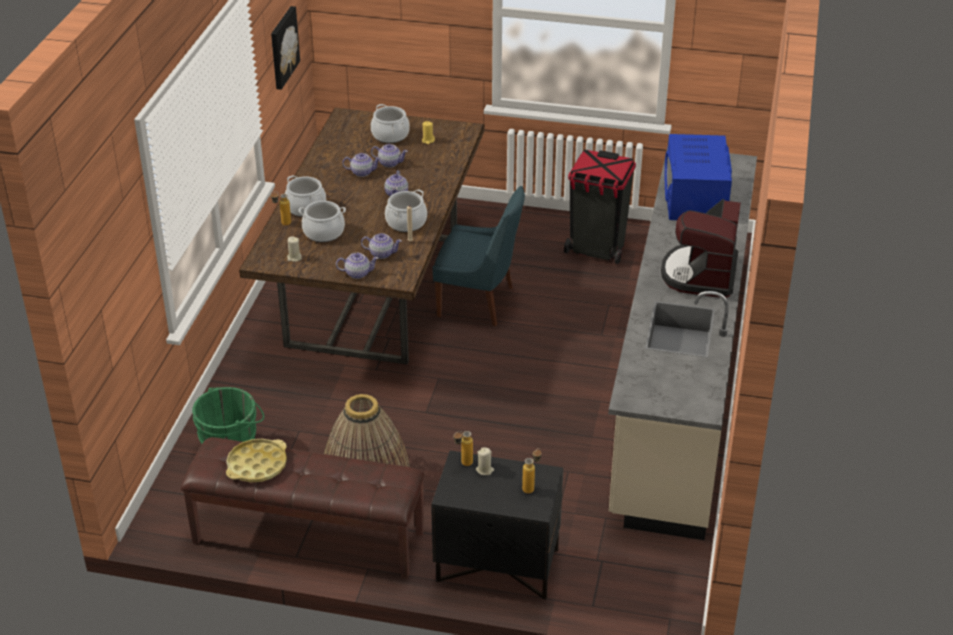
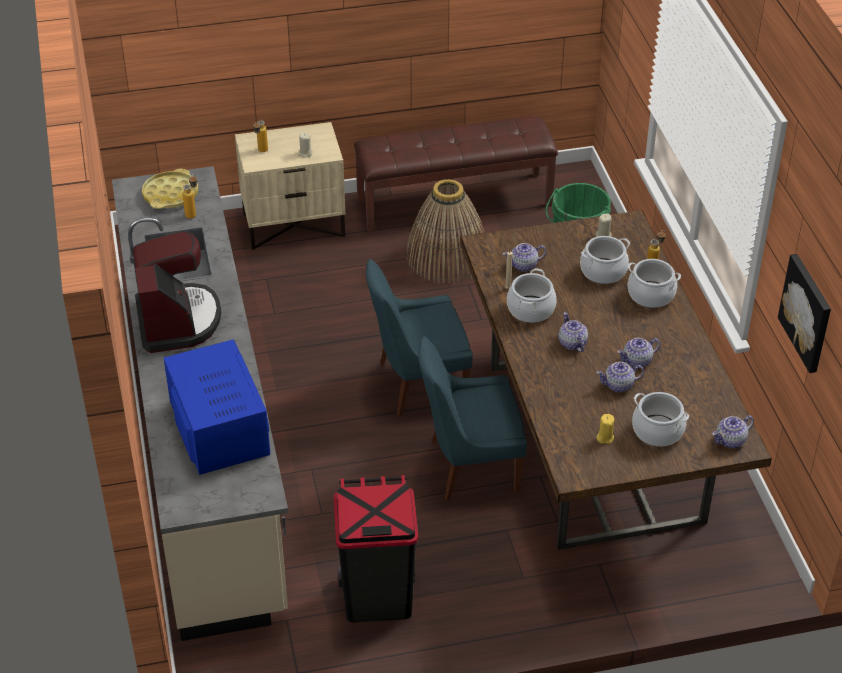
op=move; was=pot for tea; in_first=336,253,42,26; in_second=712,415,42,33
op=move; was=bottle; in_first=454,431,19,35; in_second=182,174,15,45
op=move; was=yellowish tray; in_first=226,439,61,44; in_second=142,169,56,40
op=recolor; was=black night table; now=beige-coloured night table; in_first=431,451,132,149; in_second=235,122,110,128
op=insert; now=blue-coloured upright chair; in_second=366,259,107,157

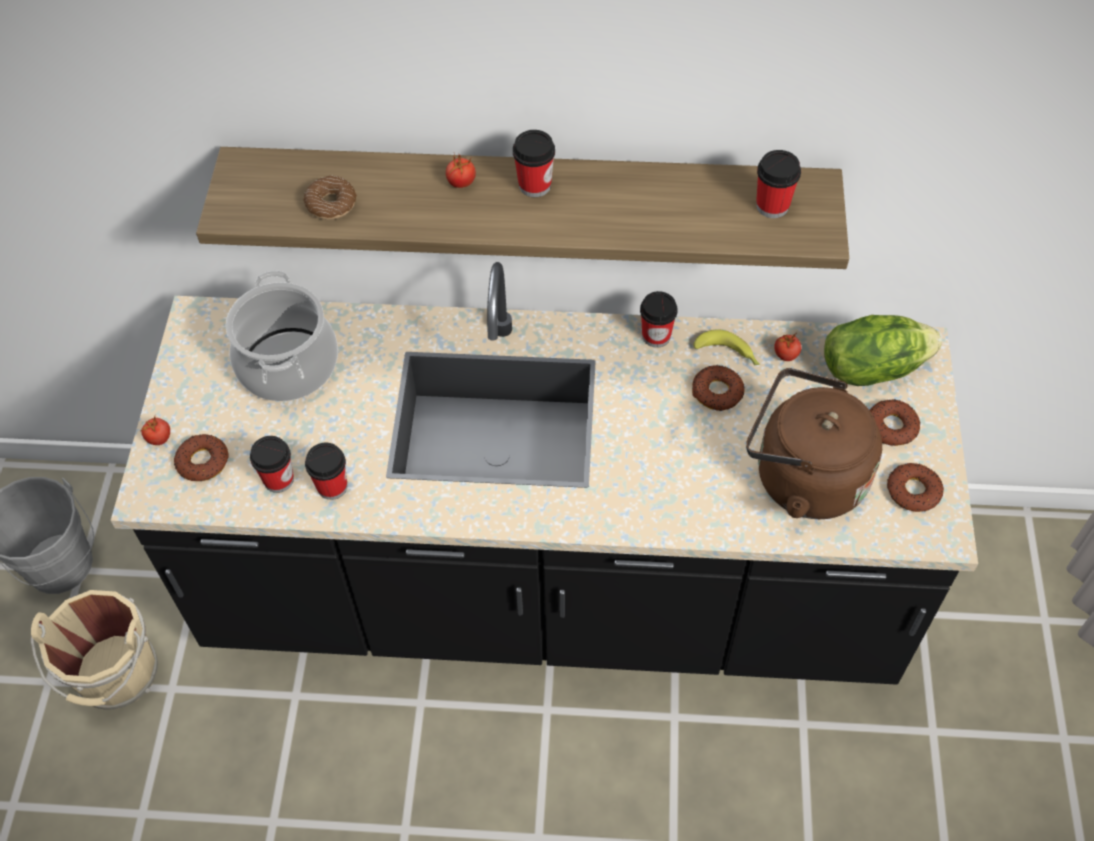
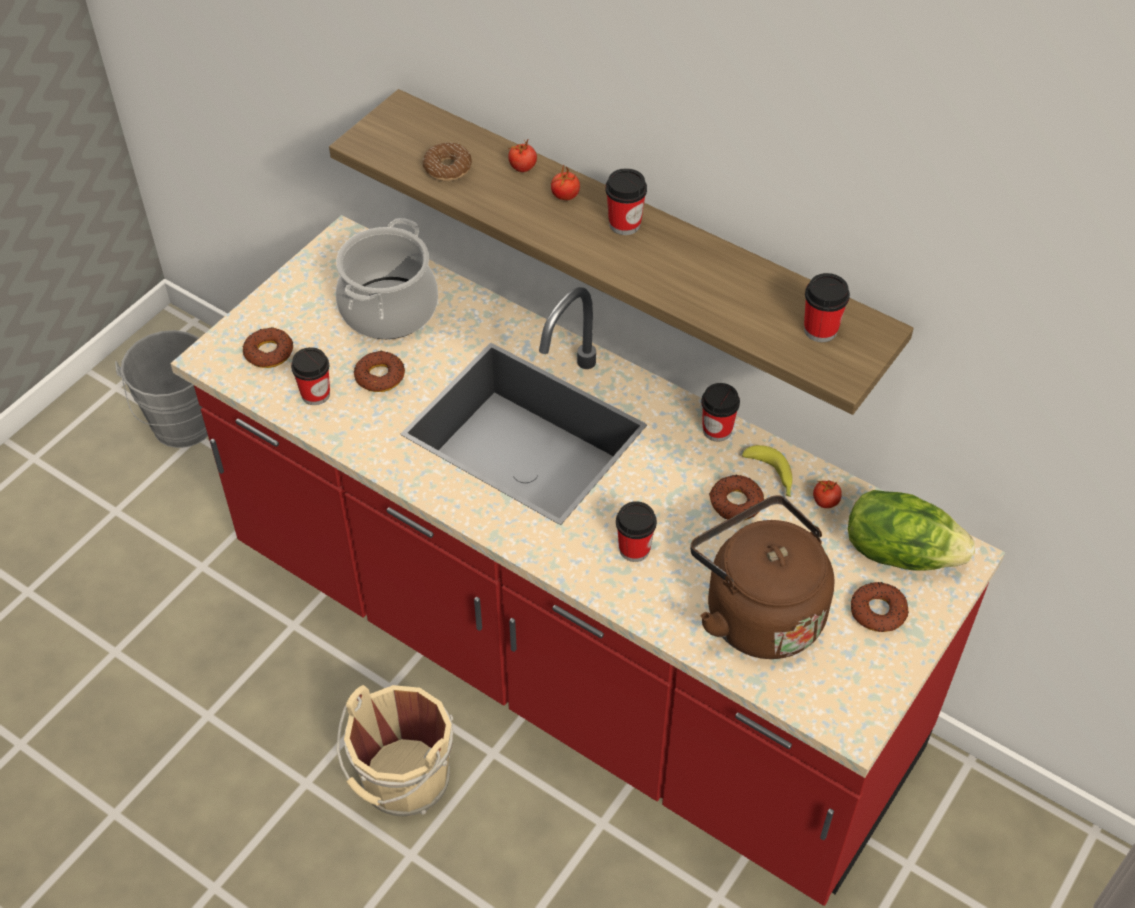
op=recolor; was=black kitchen base unit; now=reddish kitchen base unit; in_first=111,262,867,423; in_second=170,215,835,691
op=move; was=whole tomato; in_first=141,416,29,29; in_second=508,138,29,34
op=move; was=small cup; in_first=305,442,42,58; in_second=616,501,41,61
op=move; was=doughnut; in_first=887,463,57,49; in_second=353,351,52,41
op=move; was=beige-coloured pail; in_first=31,590,127,119; in_second=336,685,117,132

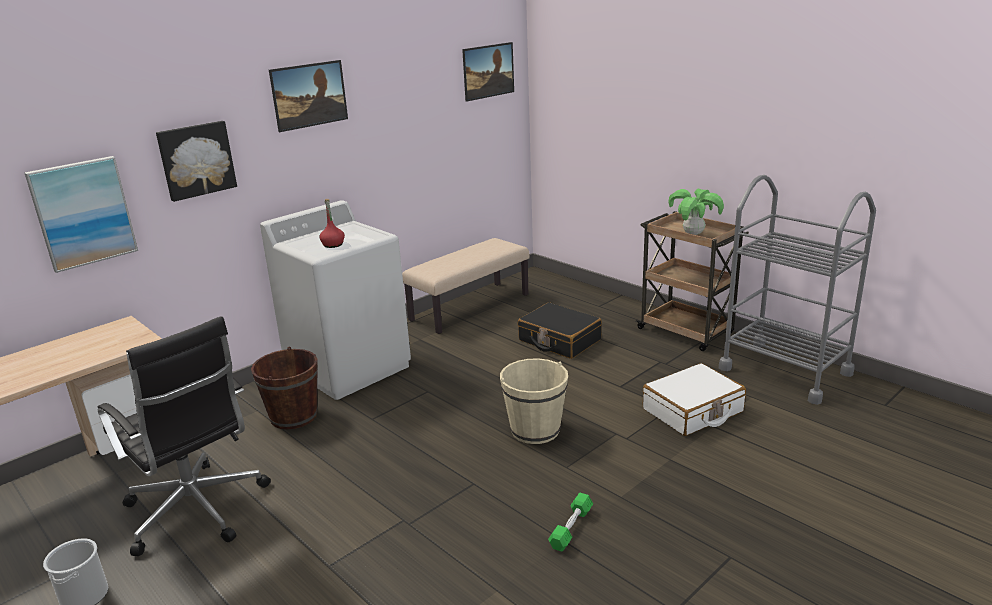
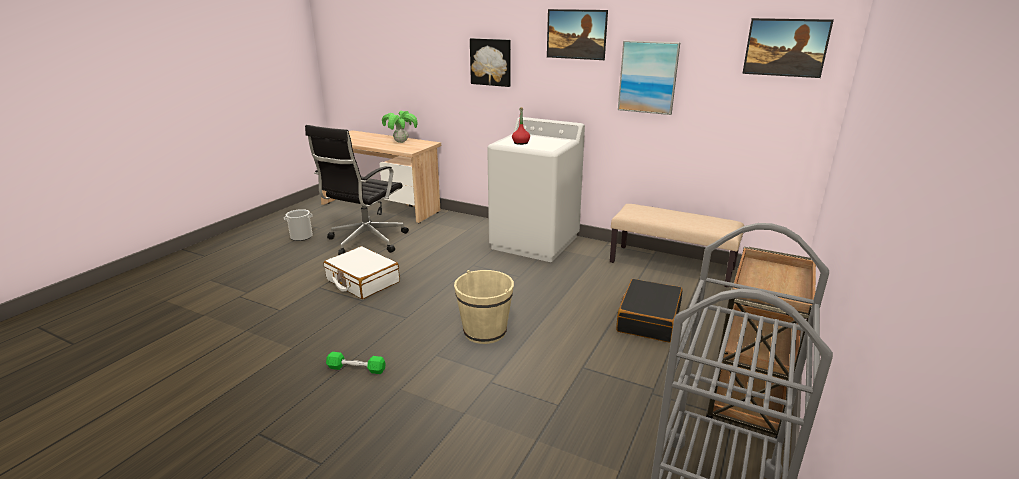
op=move; was=picture; in_first=25,156,113,117; in_second=618,41,62,74
op=move; was=houseplant; in_first=668,188,56,47; in_second=382,111,36,32
op=delete; was=brown pail; in_first=251,346,67,83
op=move; was=whitish suitcase; in_first=643,363,103,73; in_second=324,246,76,53

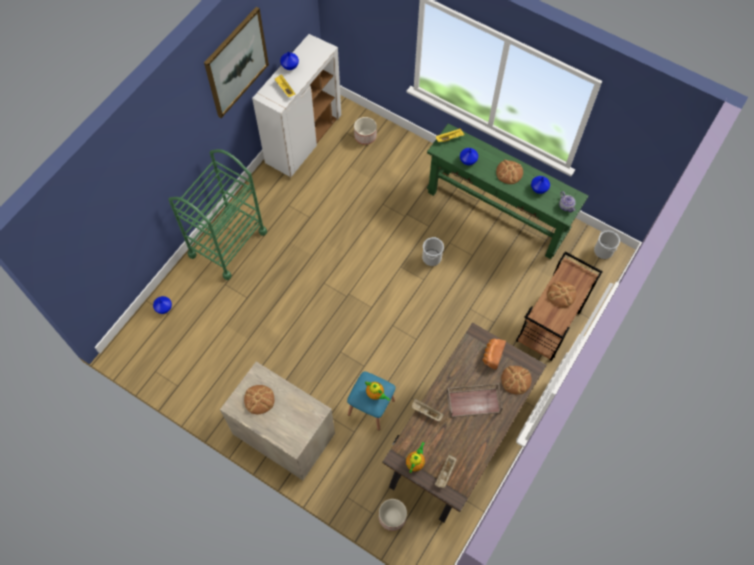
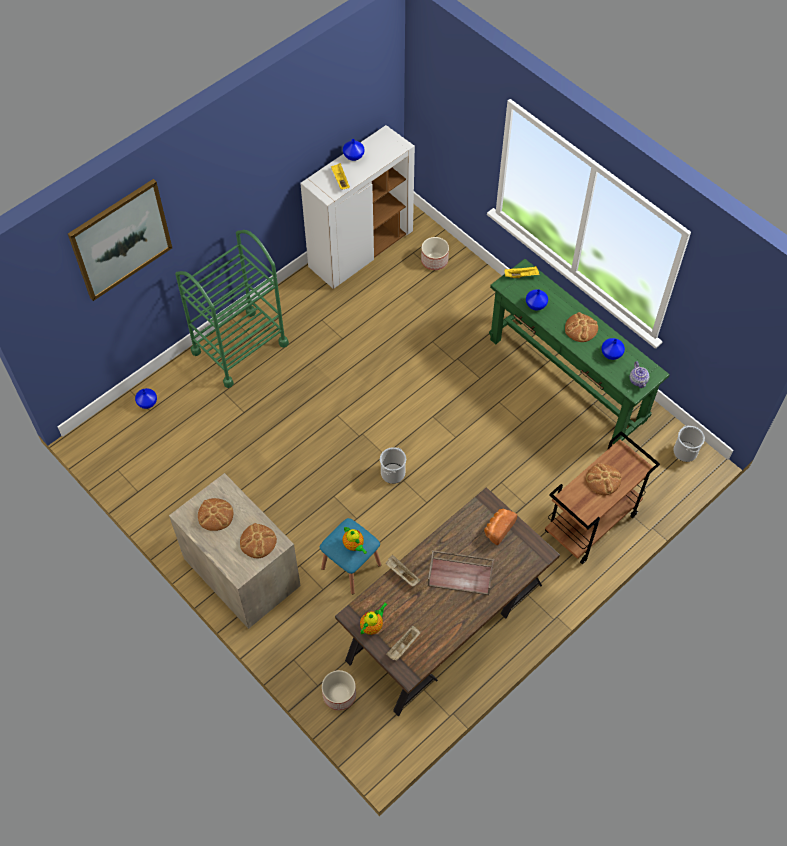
op=move; was=picture; in_first=204,7,65,111; in_second=68,179,104,122
op=move; was=pail; in_first=422,237,22,29; in_second=380,447,26,37
op=move; was=baked bread; in_first=501,366,31,29; in_second=240,523,37,36

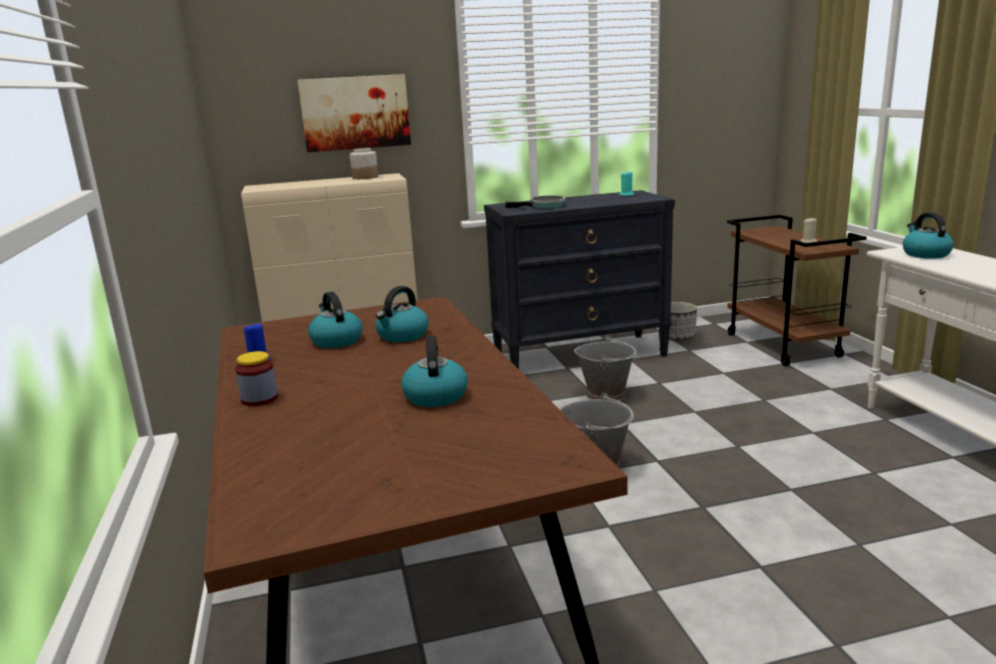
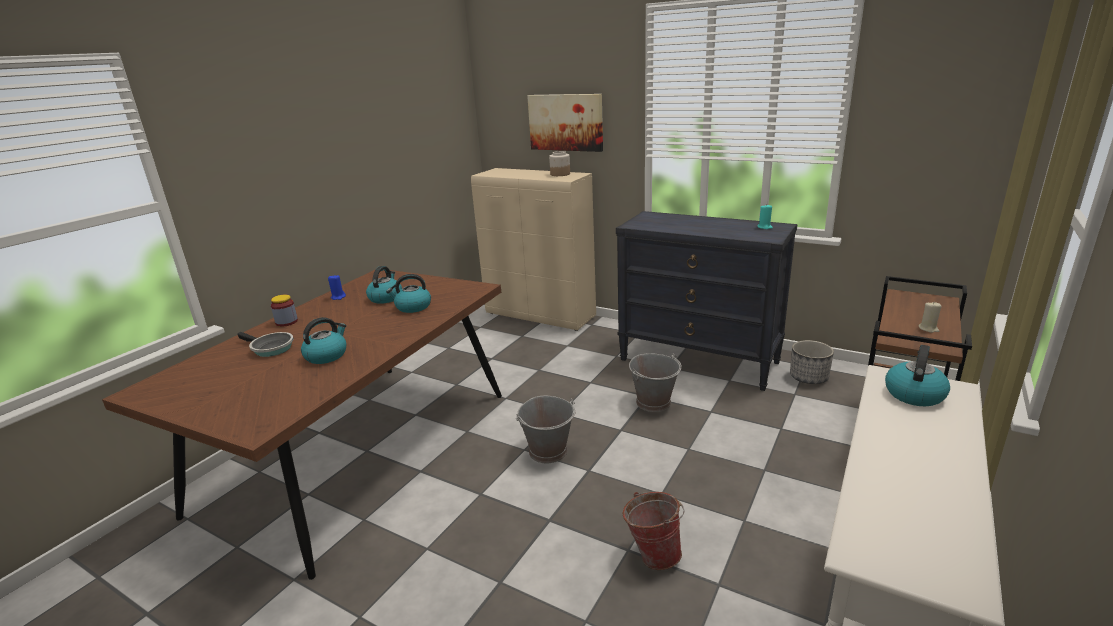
op=move; was=skillet; in_first=505,195,60,14; in_second=237,332,57,25
op=insert; now=pail; in_second=623,492,61,78

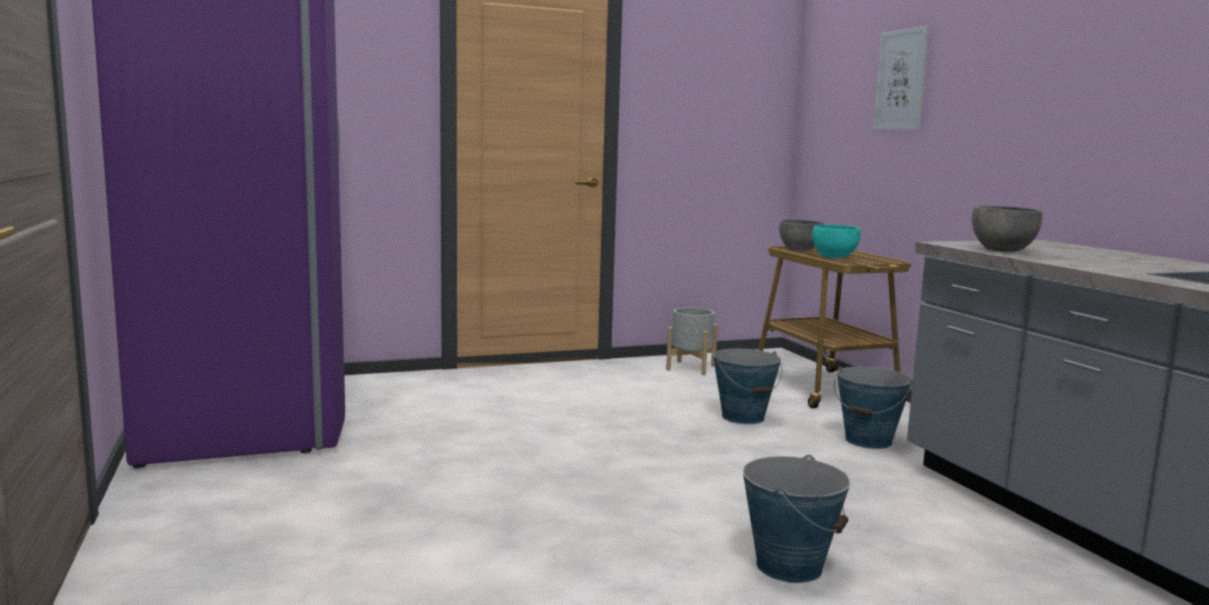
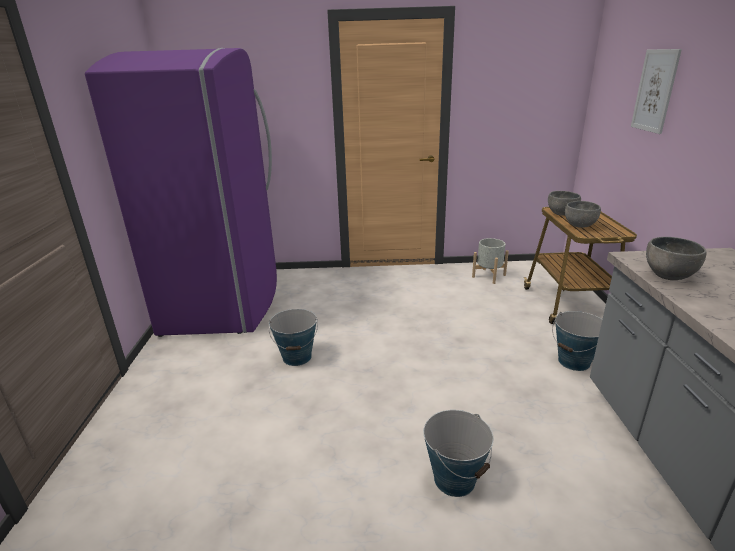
op=recolor; was=turquoise-coloured serving bowl; now=gray serving bowl; in_first=812,224,49,34; in_second=565,201,36,27
op=move; was=pail; in_first=713,349,69,75; in_second=268,309,50,57

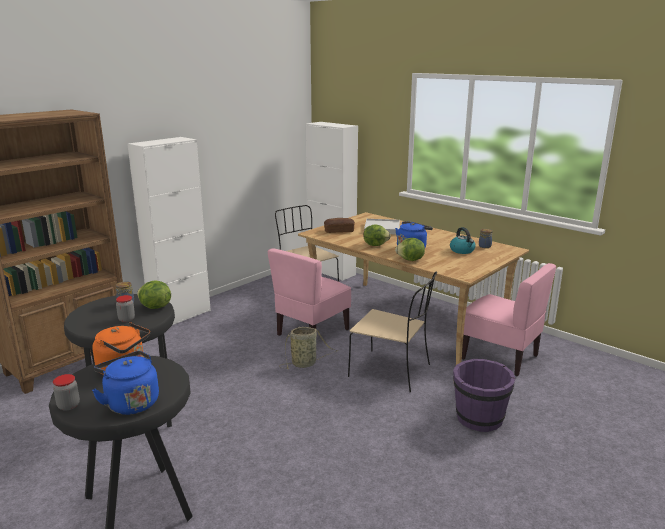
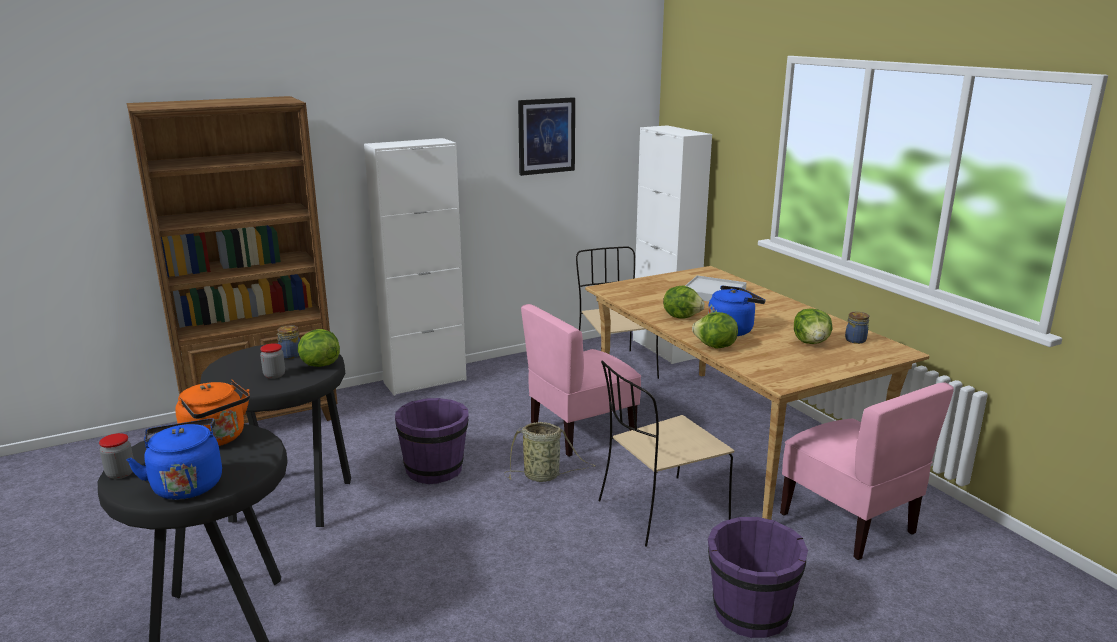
op=delete; was=baked bread; in_first=324,218,31,15
op=replace; was=tea kettle; now=lettuce; in_first=450,227,26,27; in_second=794,308,39,36
op=rotate; was=beige-coloured upright chair; in_first=348,272,89,120; in_second=598,361,136,186; clockwise=105
op=insert; now=picture; in_second=518,97,57,79
op=insert; now=purplish pail; in_second=395,398,74,86

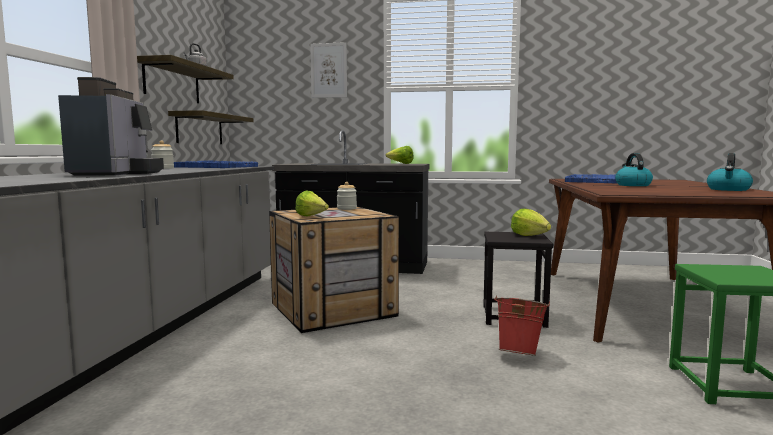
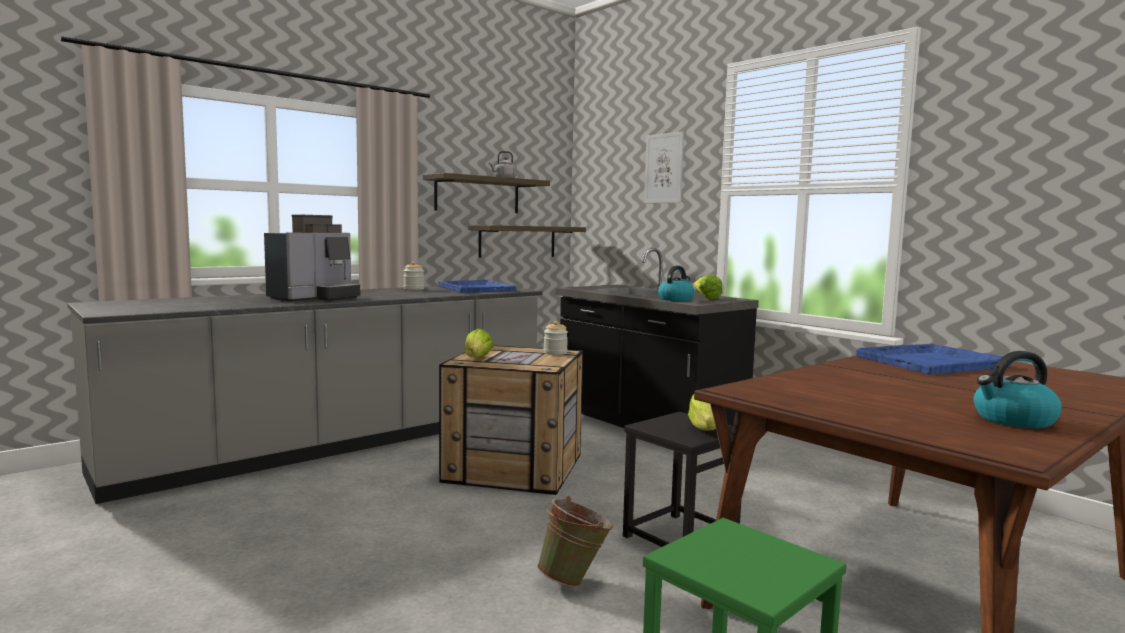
op=move; was=tea kettle; in_first=615,153,38,33; in_second=658,266,36,35
op=recolor; was=reddish pail; now=green-coloured pail; in_first=495,296,55,60; in_second=537,496,77,91

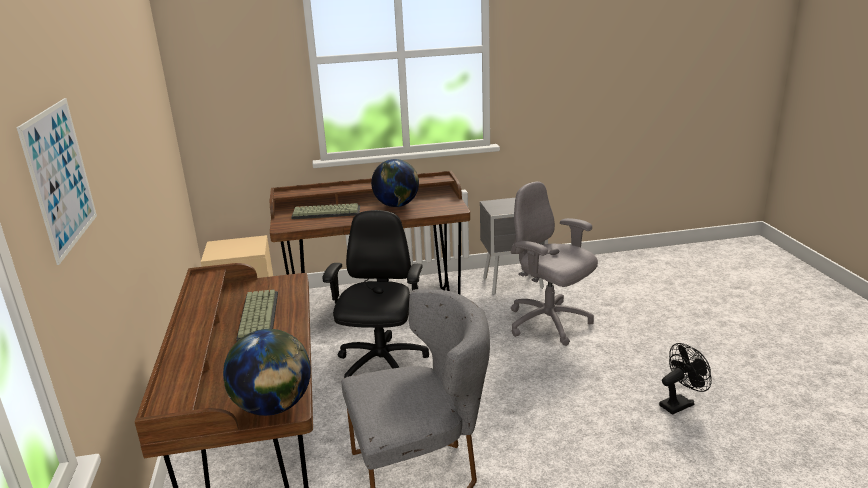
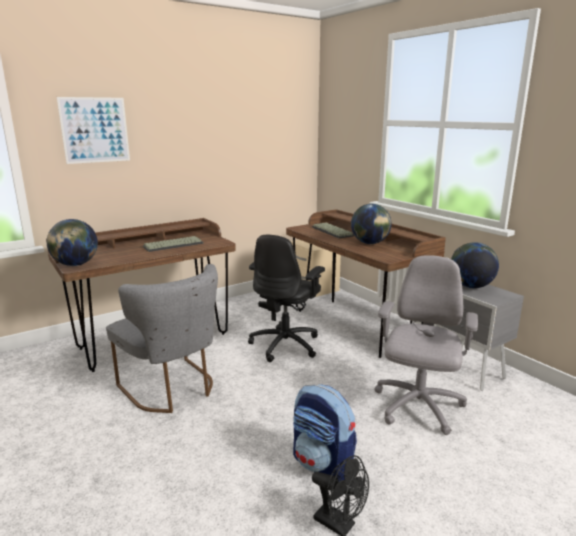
op=rotate; was=black computer chair; in_first=322,210,107,168; in_second=248,235,77,127; clockwise=135
op=insert; now=desk globe; in_second=451,242,48,46
op=insert; now=backpack; in_second=293,384,64,98

